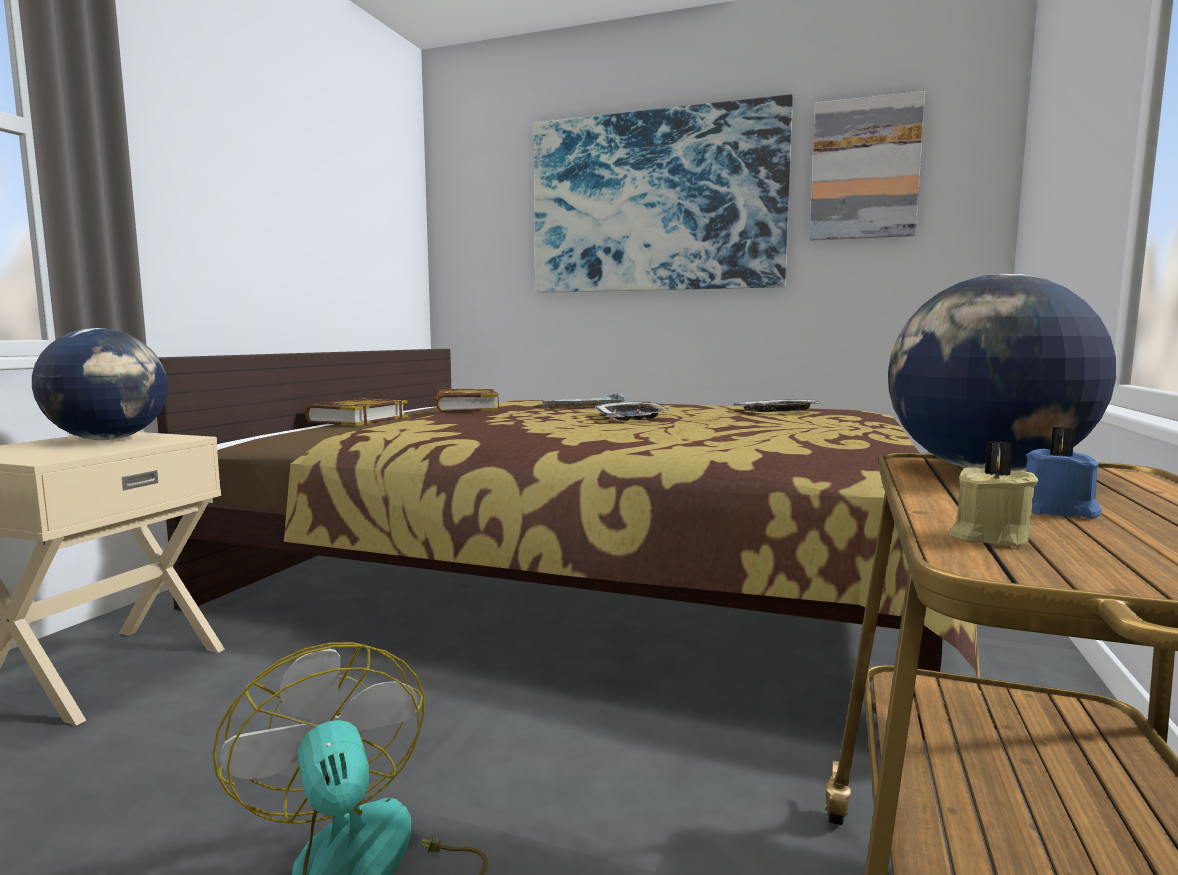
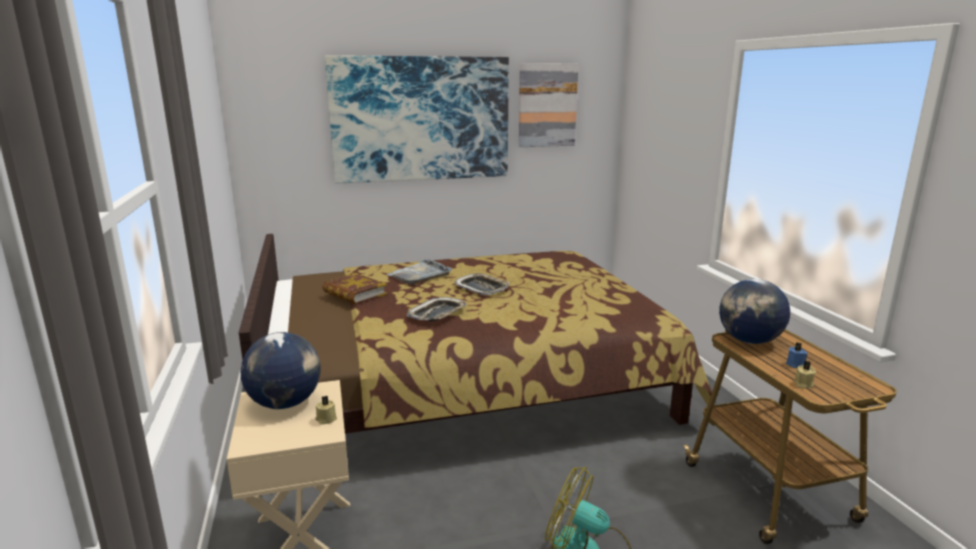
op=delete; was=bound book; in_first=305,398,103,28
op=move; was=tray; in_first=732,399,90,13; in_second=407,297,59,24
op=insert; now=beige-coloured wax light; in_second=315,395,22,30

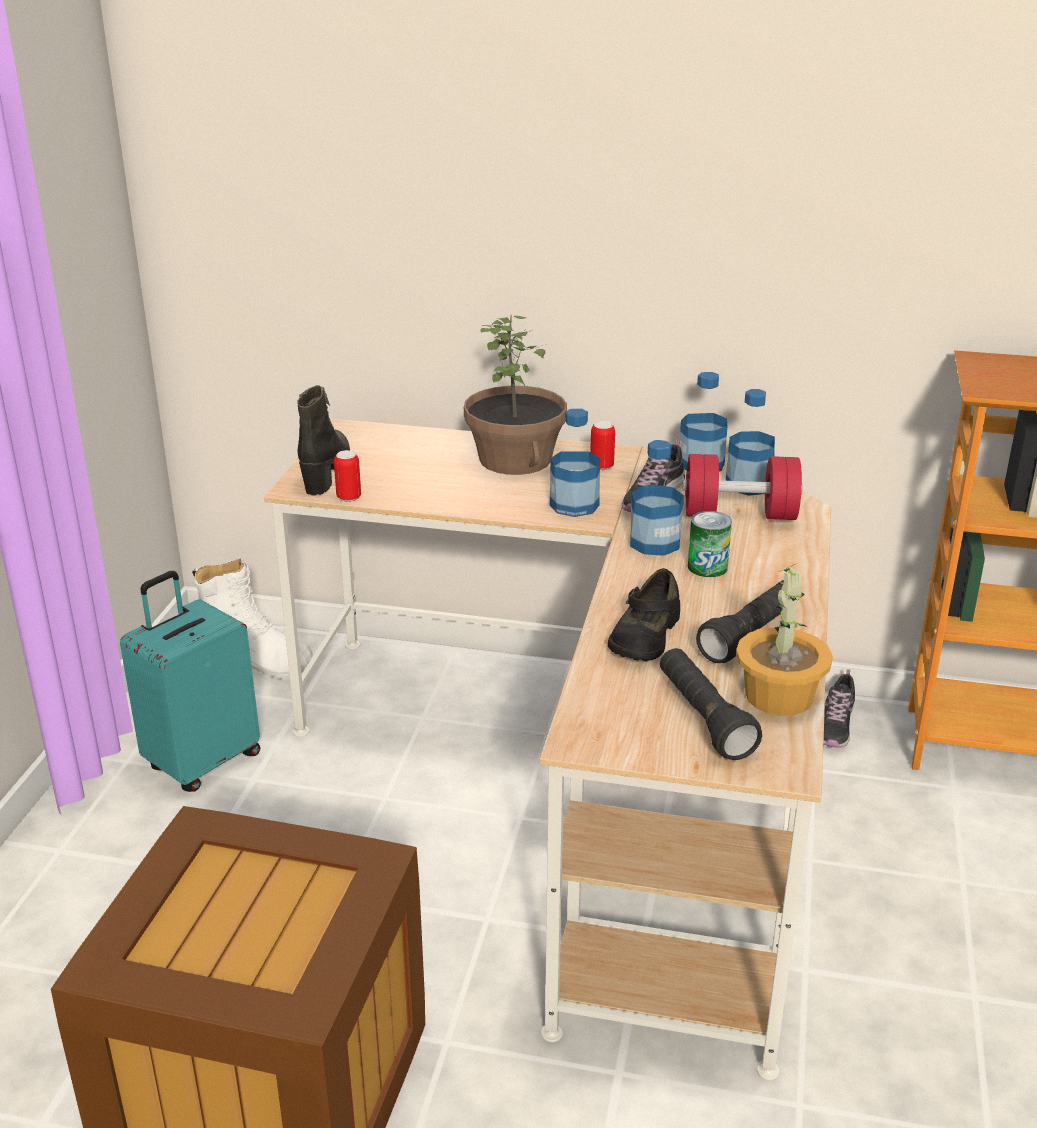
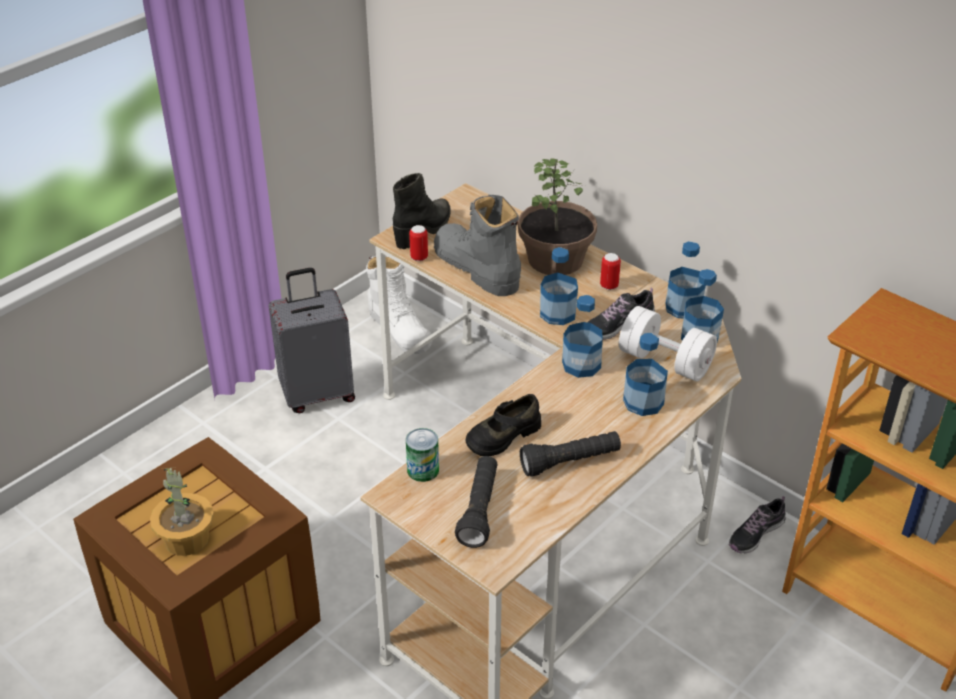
op=recolor; was=reddish hand weight; now=whitish hand weight; in_first=683,454,120,66; in_second=619,306,98,75
op=move; was=sealed can; in_first=688,511,44,66; in_second=406,428,33,54
op=move; was=houseplant; in_first=736,564,97,152; in_second=150,467,64,89
op=recolor; was=turquoise-coloured suitcase; now=gray suitcase; in_first=120,571,140,221; in_second=269,268,86,145
op=insert; now=gray tall boot; in_second=434,195,87,101
op=insert; now=bottle; in_second=623,333,45,83

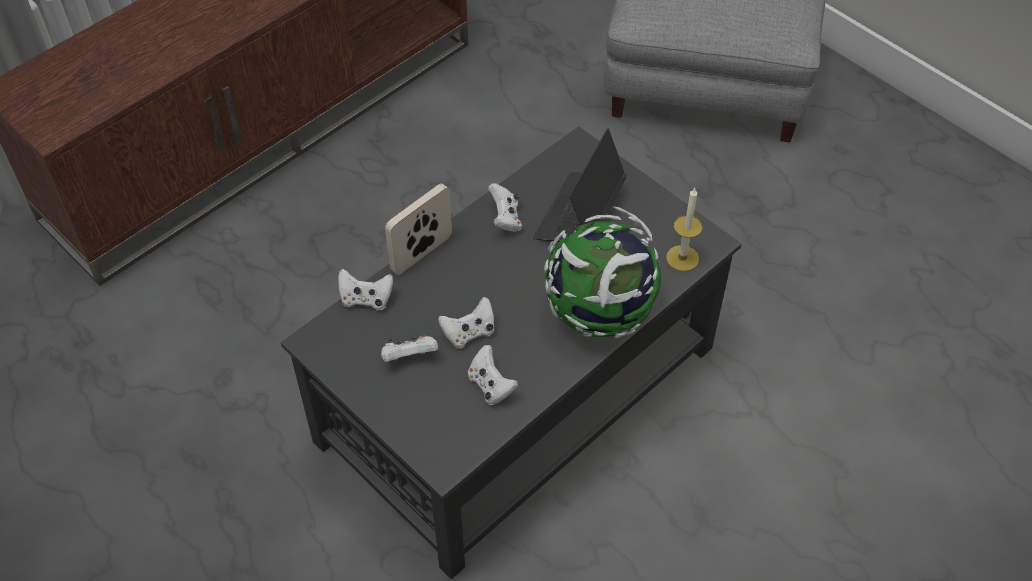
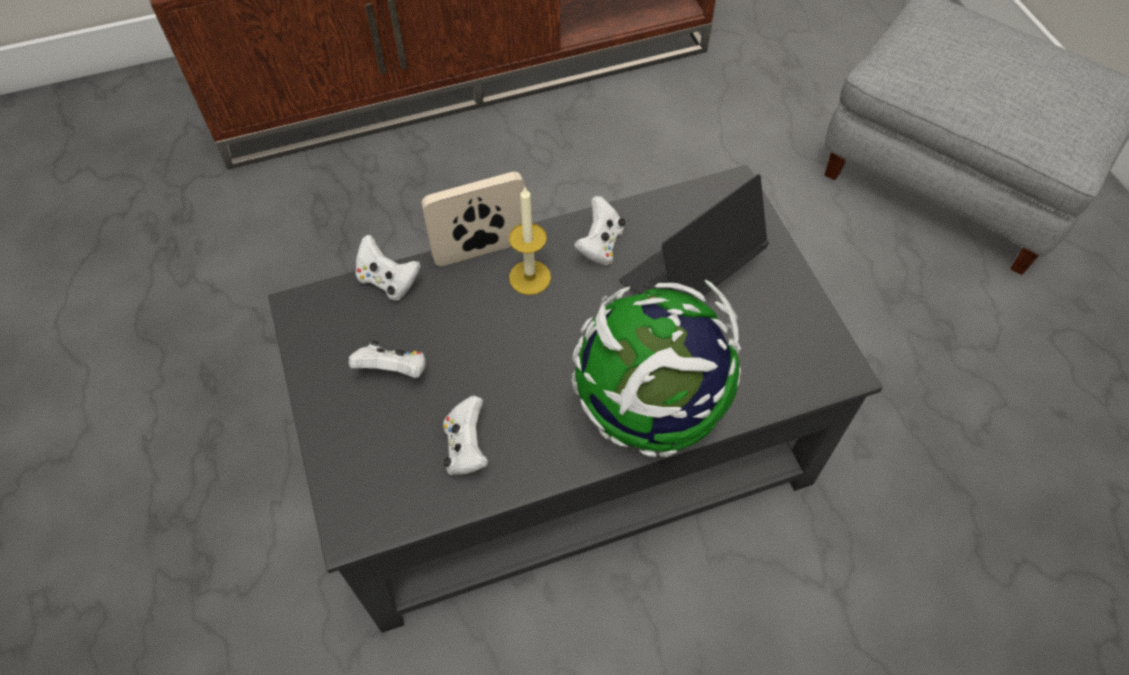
op=move; was=wax light; in_first=666,187,37,84; in_second=509,187,42,108
op=delete; was=whitish joypad; in_first=438,297,56,51

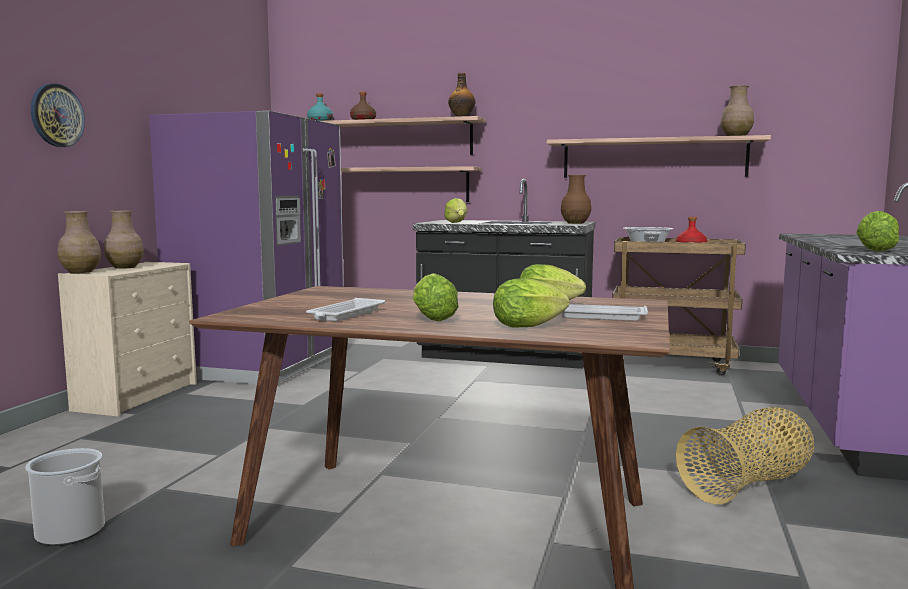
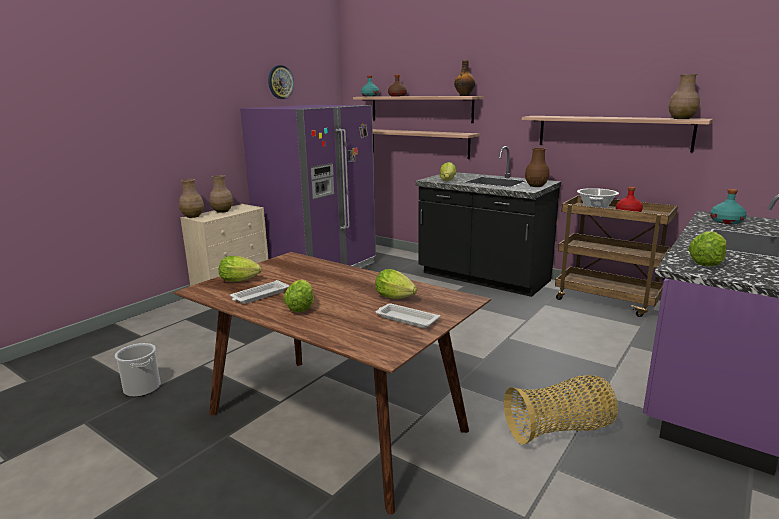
op=move; was=hanging clock; in_first=31,83,54,64; in_second=268,65,26,34
op=move; was=lettuce; in_first=493,278,76,50; in_second=219,256,43,26
op=insert; now=turquoise-coloured bottle; in_second=710,189,37,35

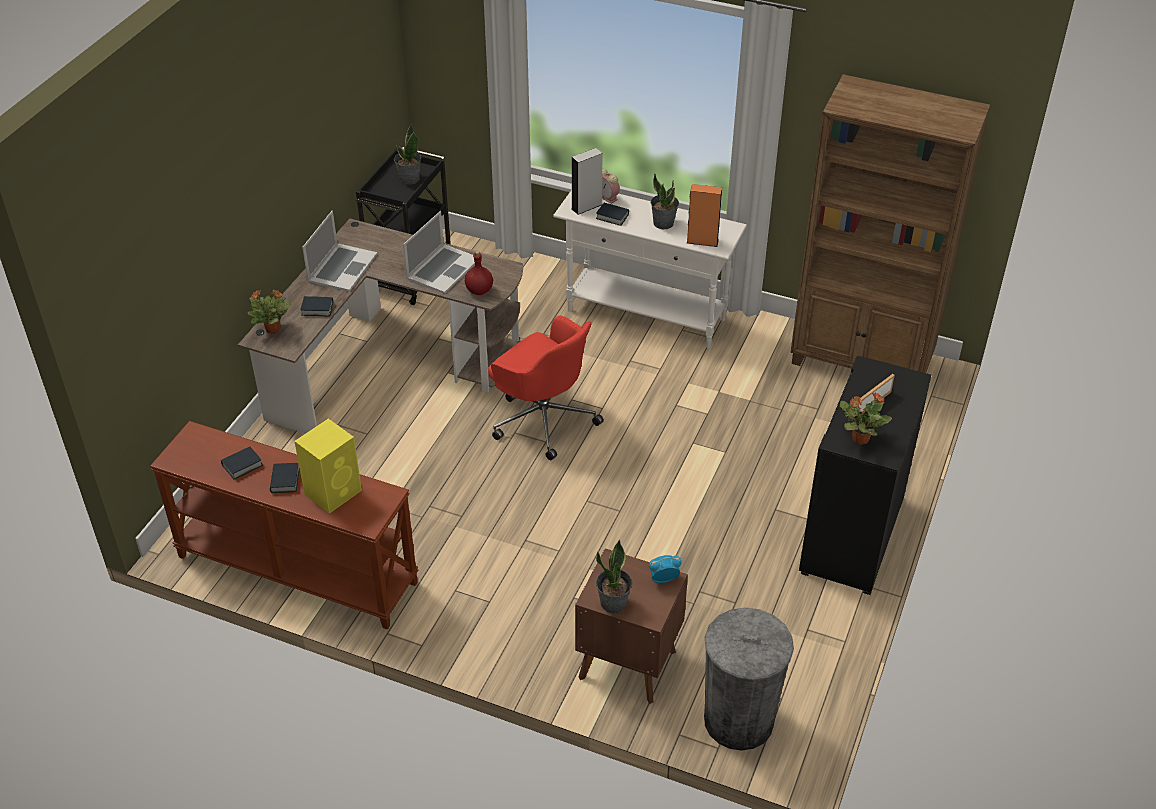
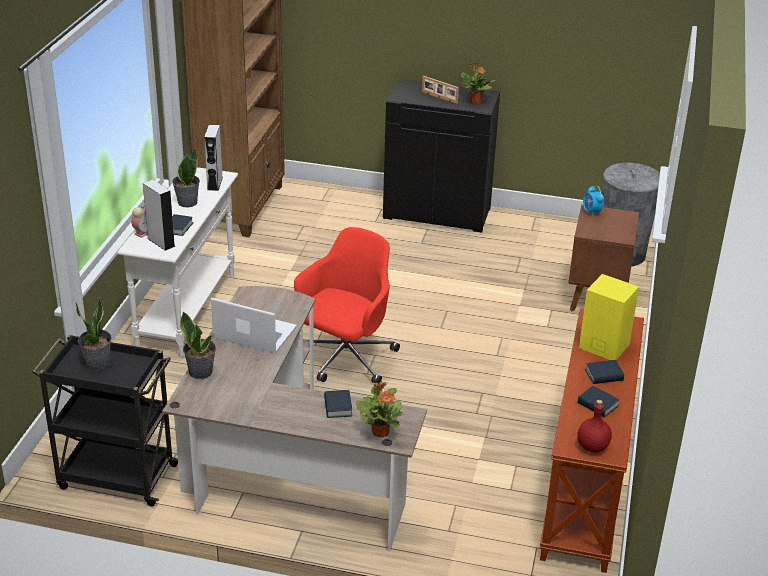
op=recolor; was=orange-coloured audio speaker; now=gray audio speaker; in_first=687,184,35,63; in_second=204,125,19,66
op=delete; was=portable computer; in_first=302,210,75,82
op=move; was=reddish bottle; in_first=465,251,28,44; in_second=577,400,35,53
op=move; was=houseplant; in_first=596,540,36,73; in_second=180,312,36,67

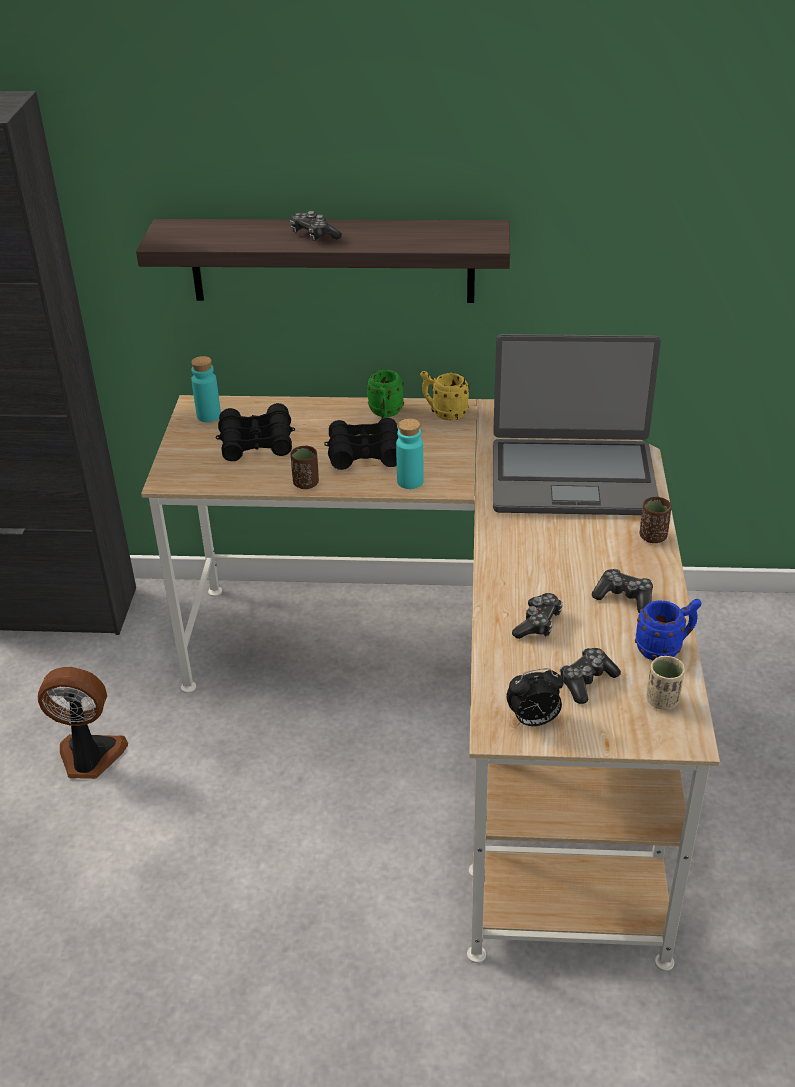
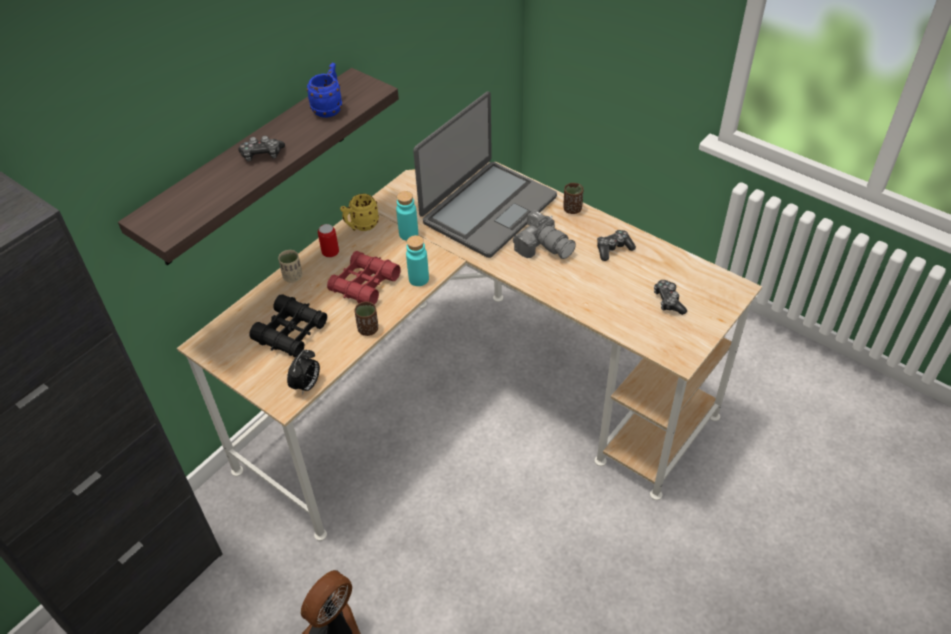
op=move; was=turquoise-coloured bottle; in_first=191,356,30,66; in_second=396,191,22,50
op=replace; was=green-coloured tea mug; now=sealed can; in_first=367,370,37,49; in_second=318,224,21,34
op=recolor; was=black binoculars; now=reddish binoculars; in_first=324,418,75,52; in_second=327,251,74,54
op=delete; was=joypad; in_first=512,593,51,46
op=move; was=blue-coloured tea mug; in_first=635,599,66,61; in_second=307,63,35,55
op=move; was=beige-coloured small cup; in_first=646,656,39,54; in_second=278,250,25,33
op=move; was=alarm clock; in_first=506,668,58,58; in_second=287,350,33,45
op=insert; now=photo camera; in_second=513,210,63,49

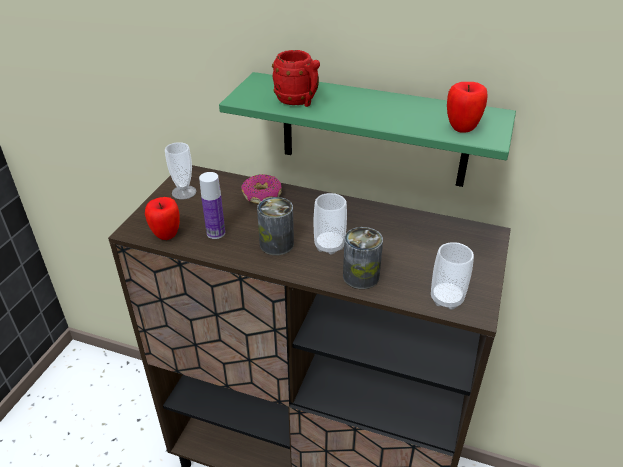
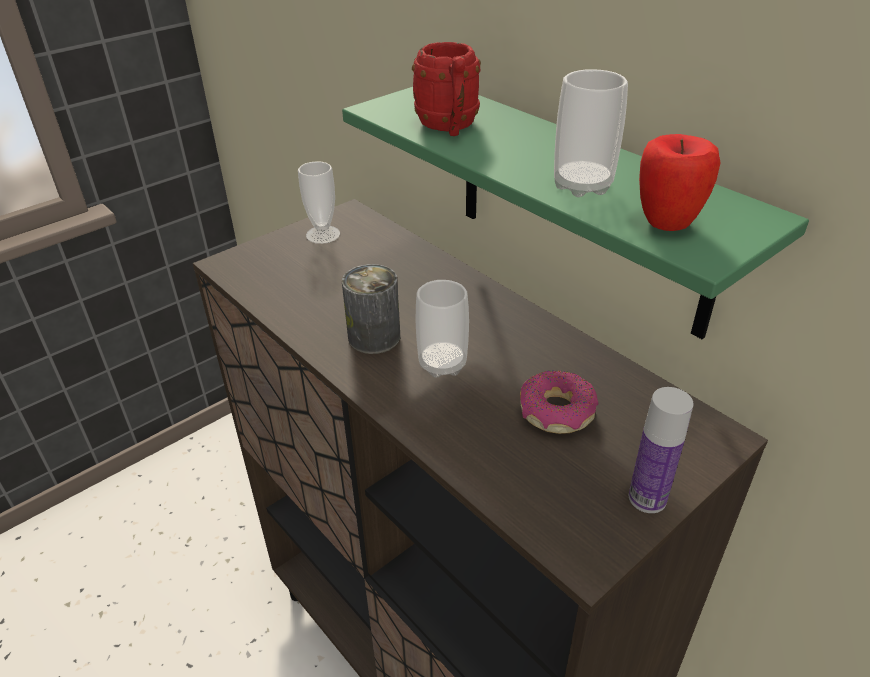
op=move; was=bottle; in_first=199,172,26,67; in_second=629,387,65,126
op=move; was=doughnut; in_first=241,174,41,30; in_second=520,370,78,64
op=delete; was=apple; in_first=145,197,35,43
op=delete; was=sealed can; in_first=343,227,40,62
op=move; was=small cup; in_first=431,242,43,68; in_second=554,69,74,128

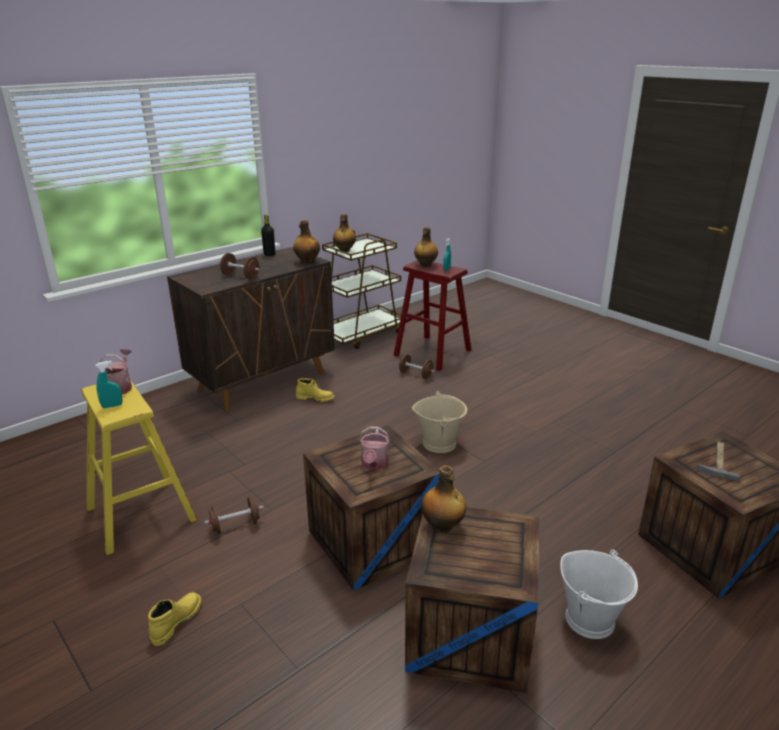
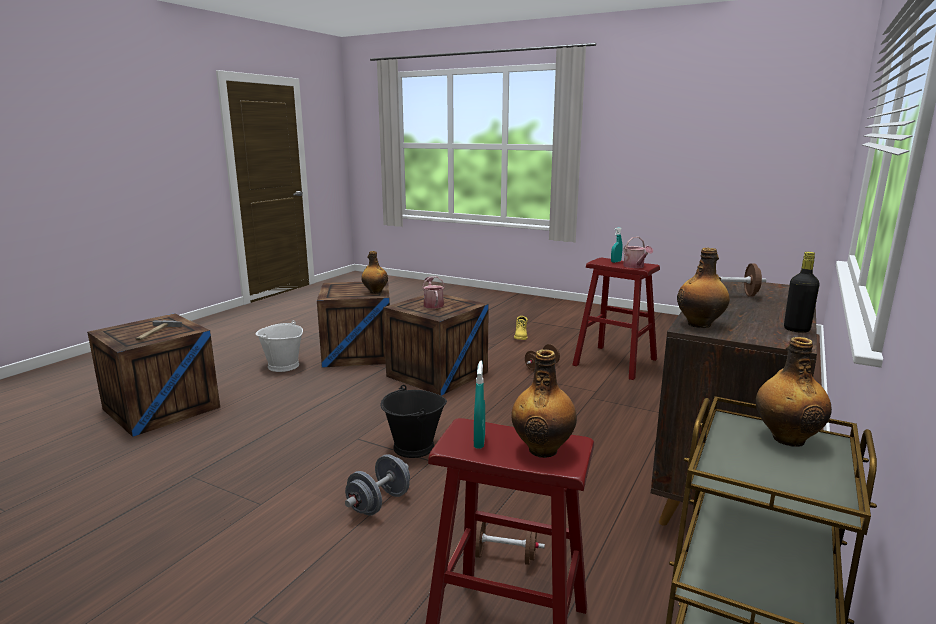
op=delete; was=yellowish tall boot; in_first=296,378,38,24
op=recolor; was=yellowish stool seat; now=reddish stool seat; in_first=81,380,116,175; in_second=572,258,88,122
op=recolor; was=beige-coloured pail; now=black pail; in_first=412,391,55,62; in_second=381,385,66,73
op=insert; now=gray hand weight; in_second=345,454,65,62

